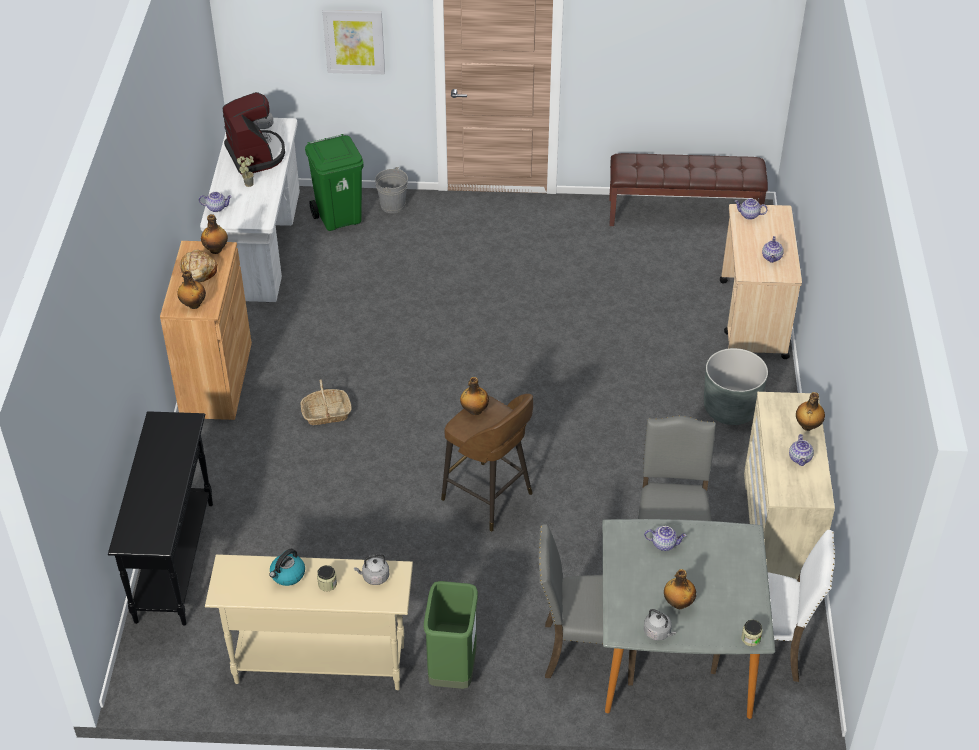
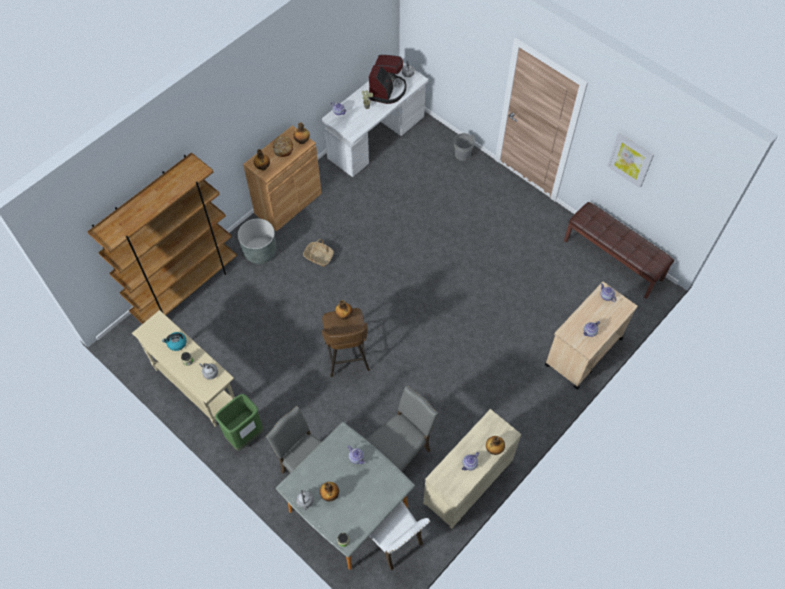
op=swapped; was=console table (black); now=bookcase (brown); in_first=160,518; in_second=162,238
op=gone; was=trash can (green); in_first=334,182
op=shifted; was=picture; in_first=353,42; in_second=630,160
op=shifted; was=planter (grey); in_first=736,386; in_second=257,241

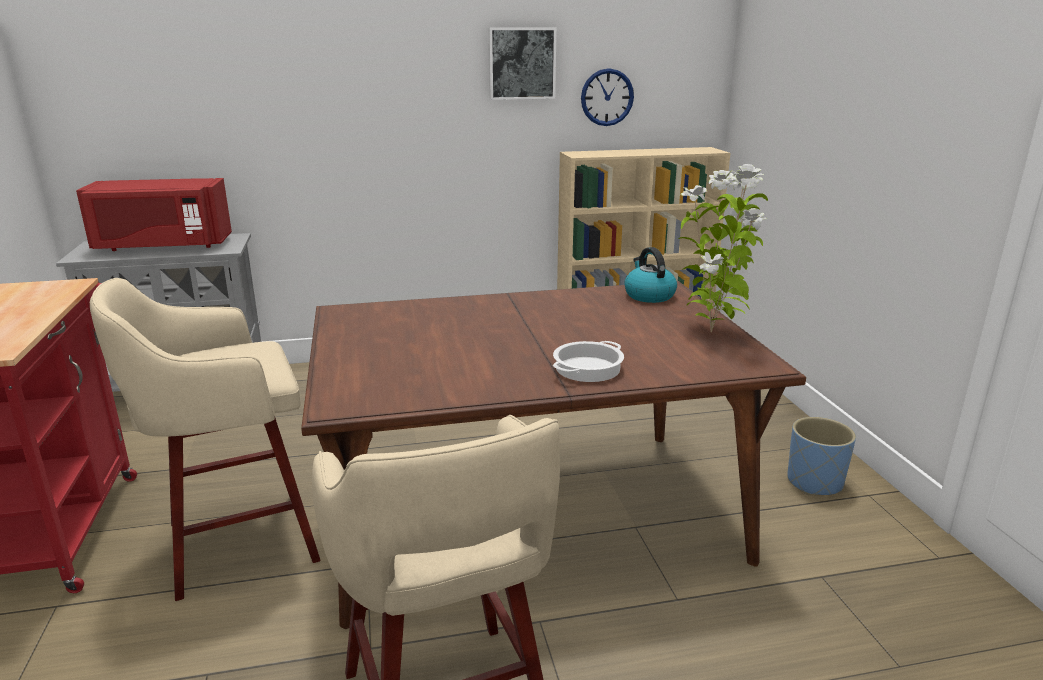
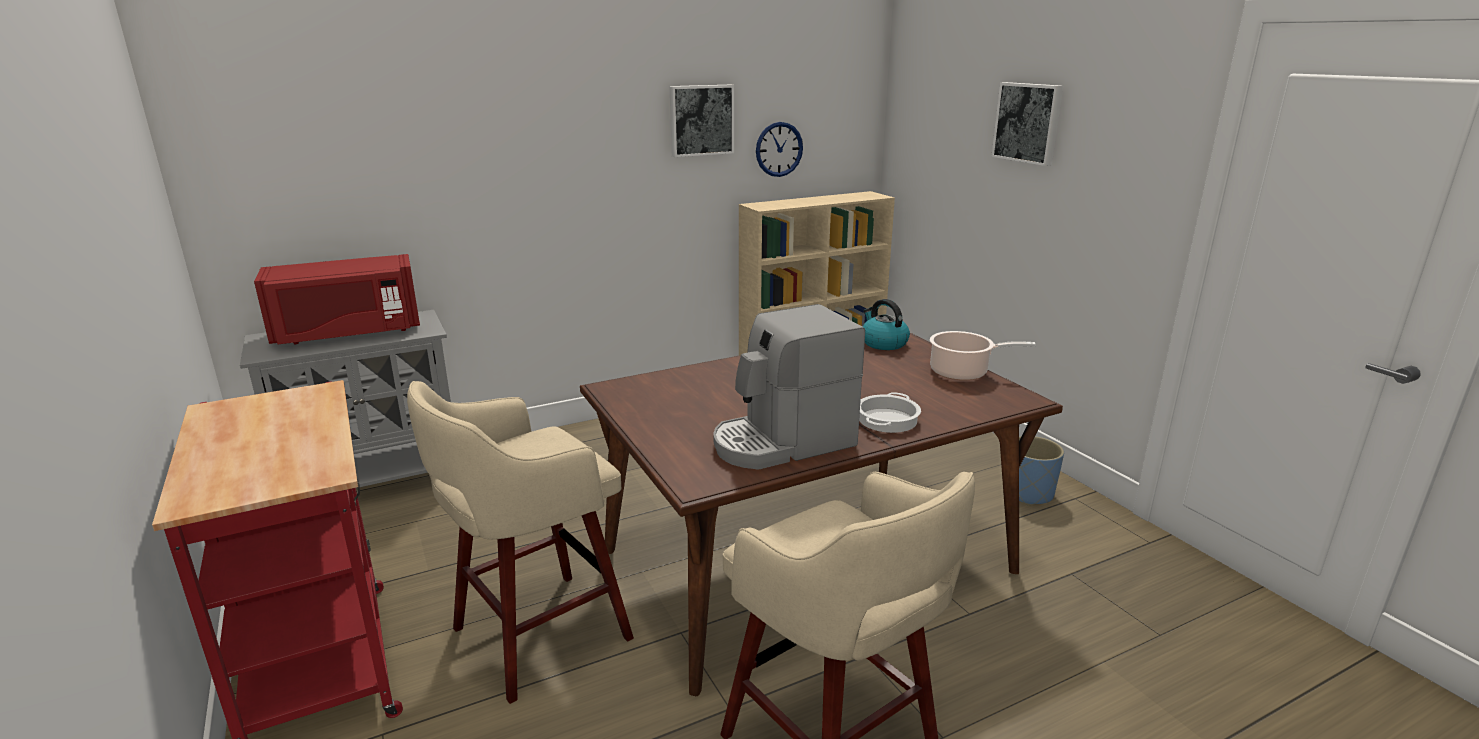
op=swapped; was=potted plant; now=cooking pot; in_first=723,248; in_second=983,356
op=new; now=coffee machine; in_second=789,387
op=new; now=picture; in_second=1027,124

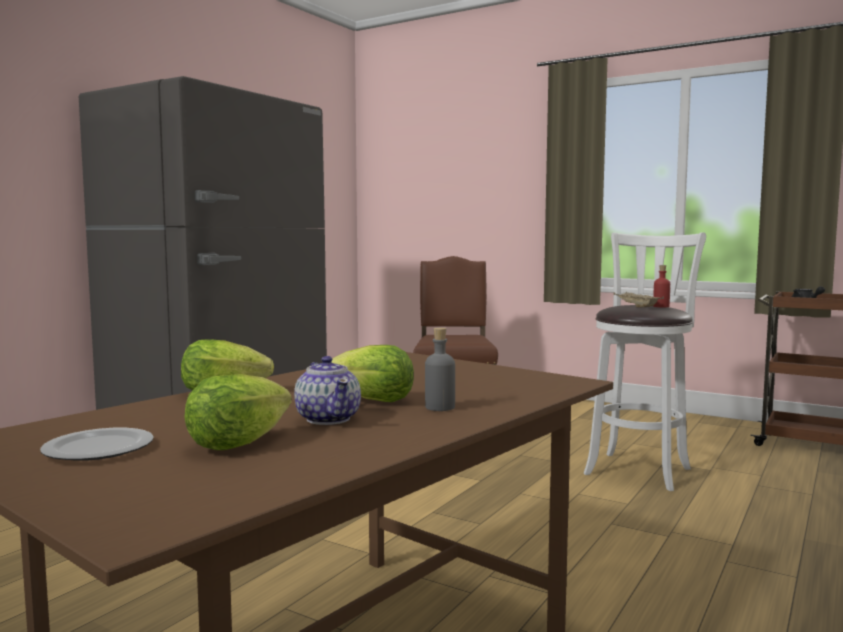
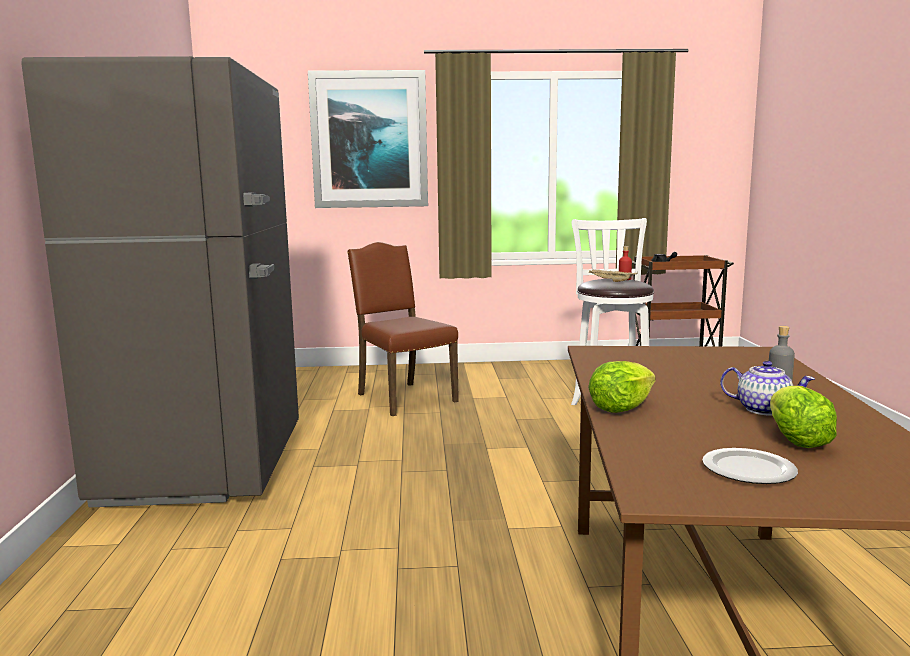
op=gone; was=lettuce; in_first=372,373
op=new; now=picture; in_second=368,139

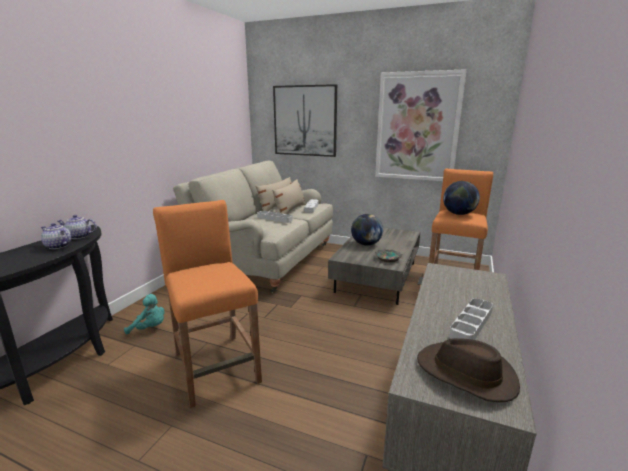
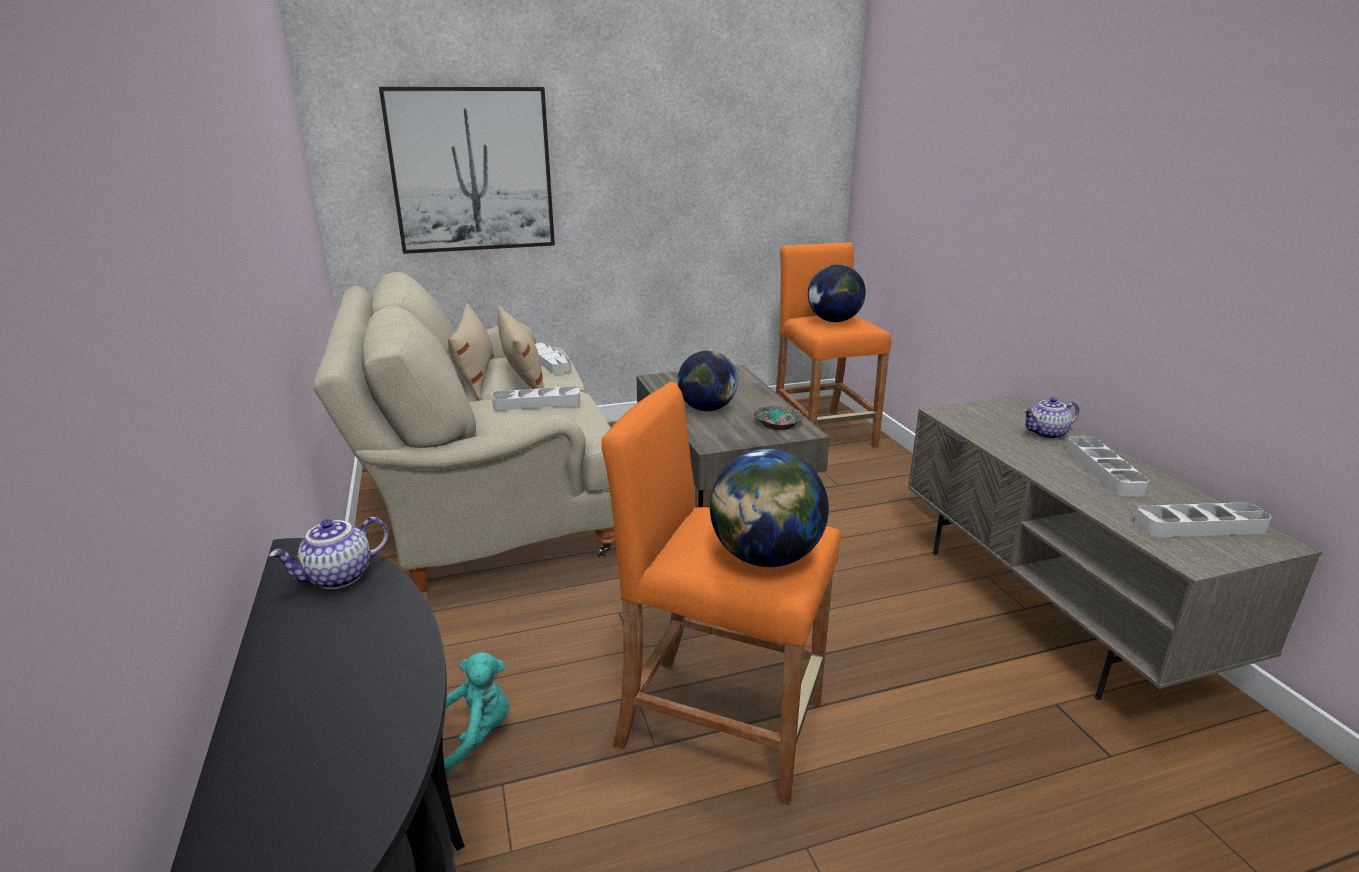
op=shifted; was=teapot; in_first=56,236; in_second=1051,418
op=gone; was=picture; in_first=421,125
op=swapped; was=hat (brown); now=tray (grey); in_first=468,370; in_second=1202,519
op=new; now=globe; in_second=769,508

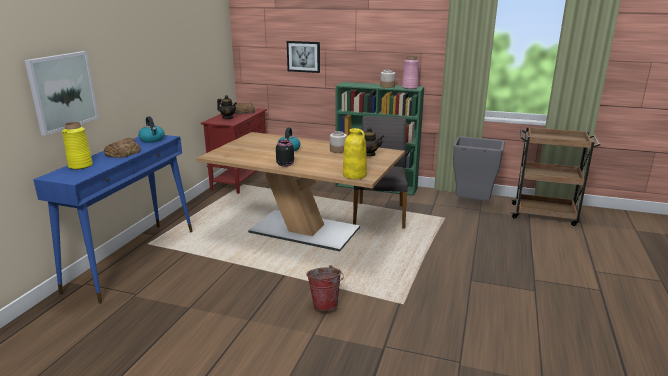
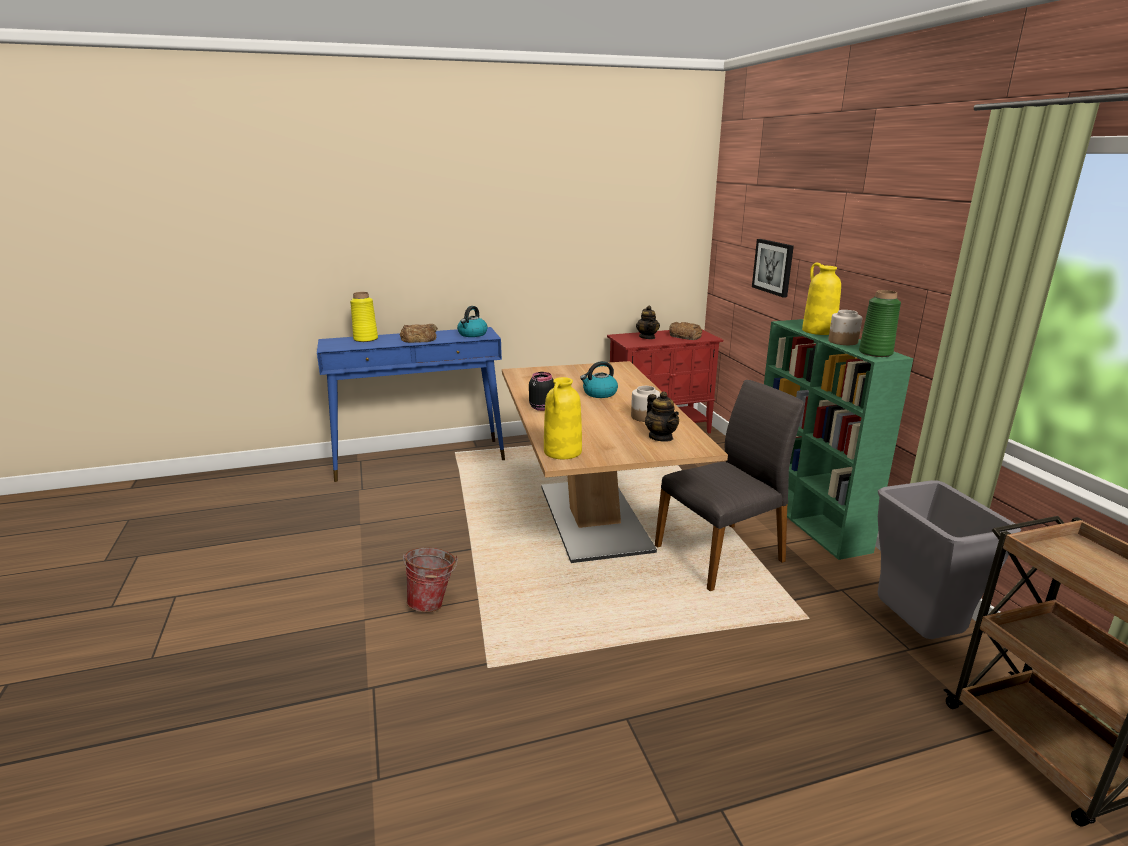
op=gone; was=picture; in_first=61,93
op=repainted; was=vase (pink); now=vase (green); in_first=410,72; in_second=880,323
op=new; now=vase (yellow); in_second=821,299

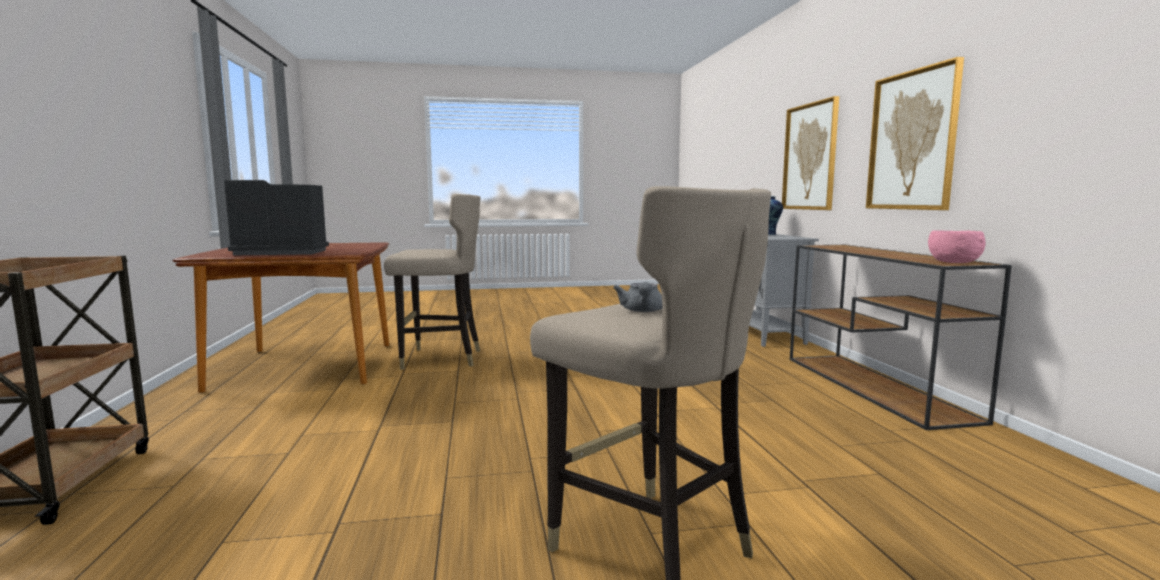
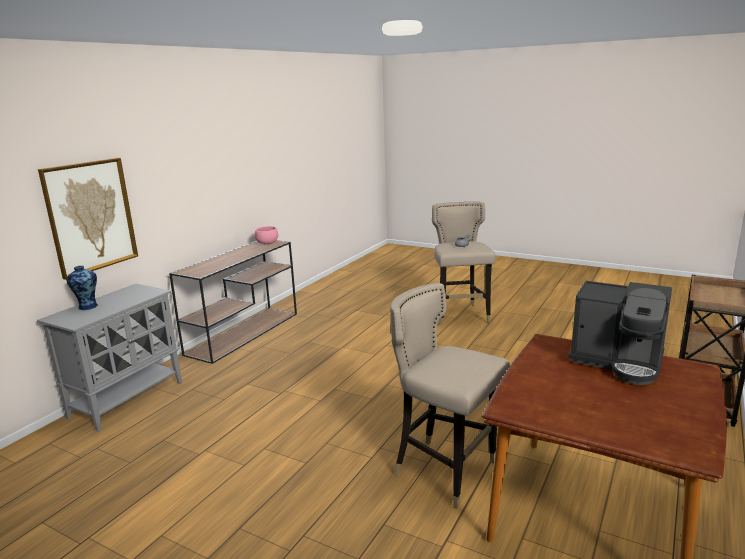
op=gone; was=picture; in_first=915,133

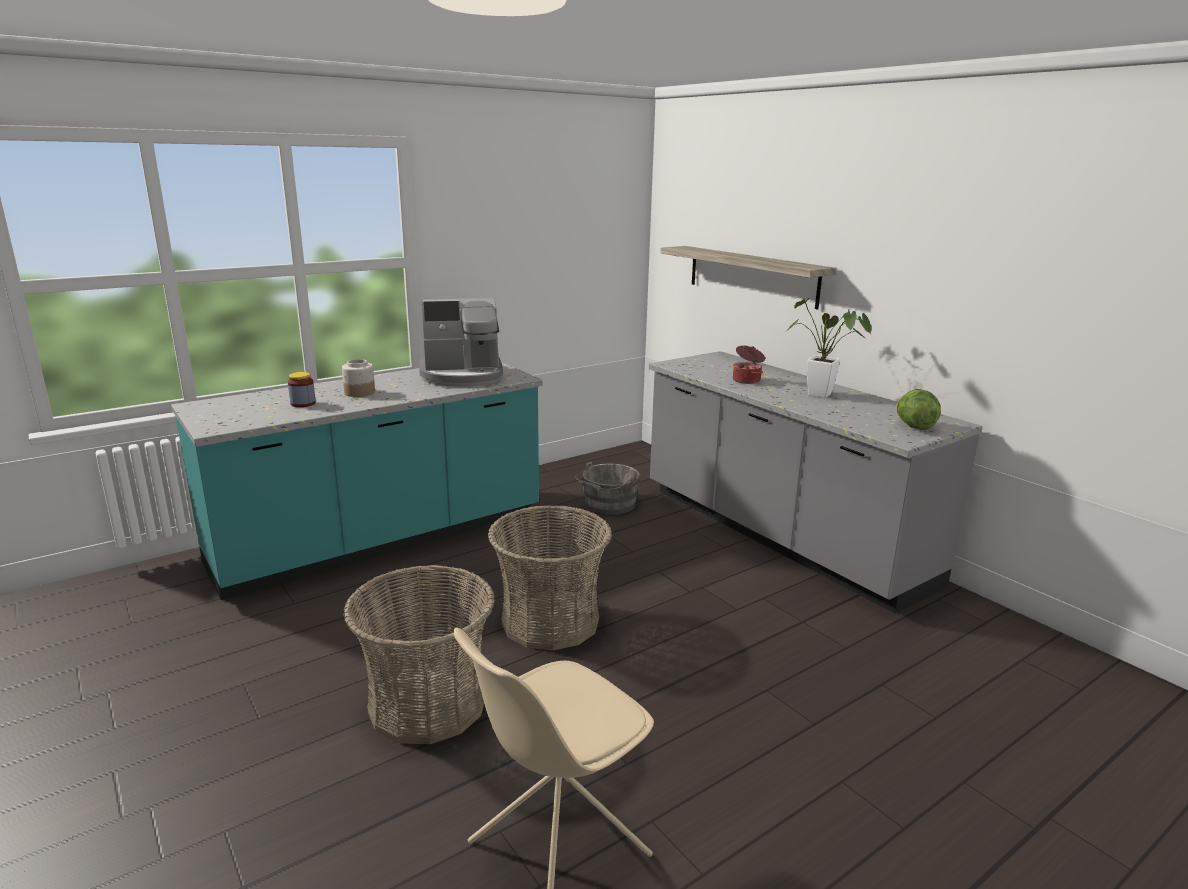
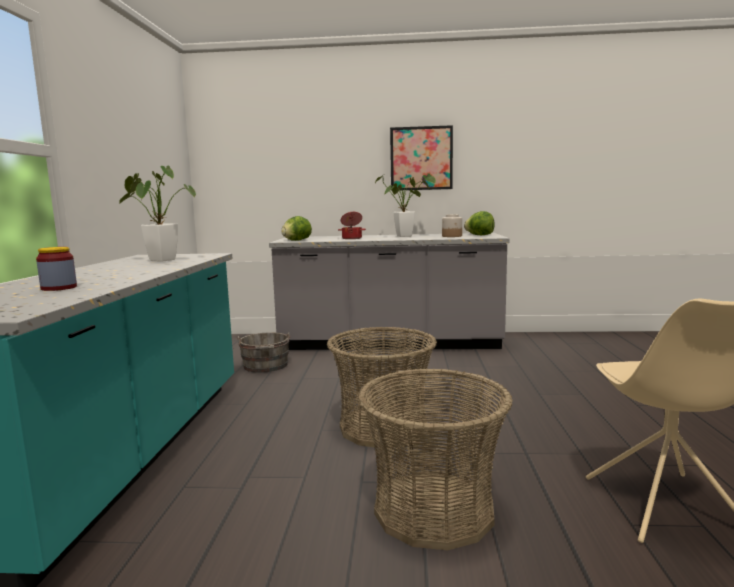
op=shifted; was=jar; in_first=358,378; in_second=452,225
op=swapped; was=coffee machine; now=potted plant; in_first=461,342; in_second=157,213
op=gone; was=shelf; in_first=749,278
op=new; now=lettuce; in_second=296,228
op=new; now=picture; in_second=421,158

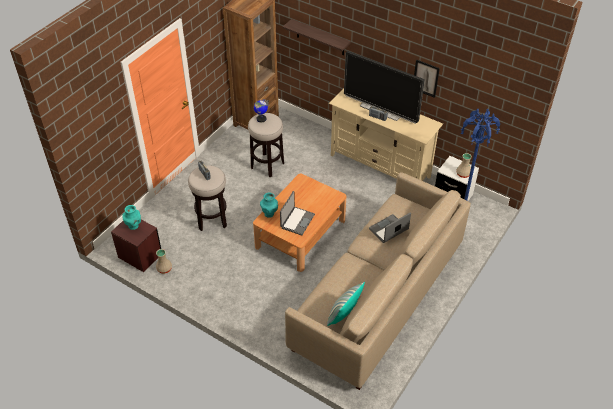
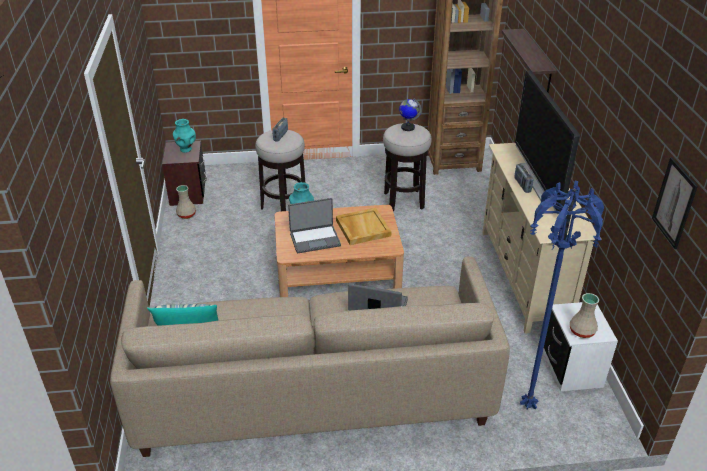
op=shifted; was=picture; in_first=427,78; in_second=675,203
op=new; now=tray (beige); in_second=363,226

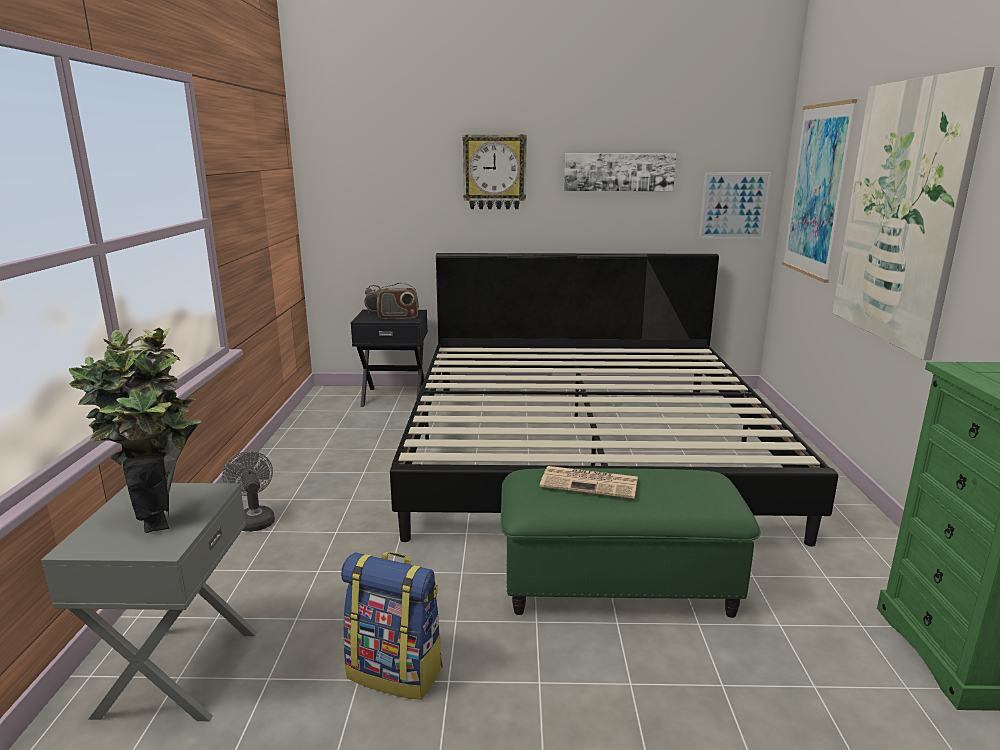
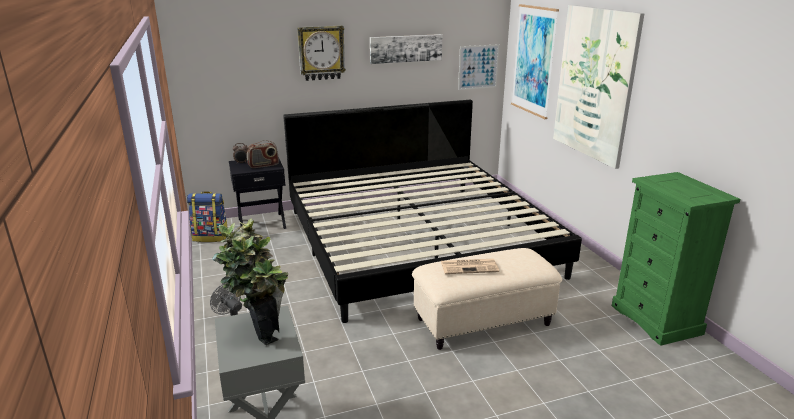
op=shifted; was=backpack; in_first=392,626; in_second=207,217
op=repainted; was=ottoman (green); now=ottoman (beige); in_first=631,543; in_second=487,299

